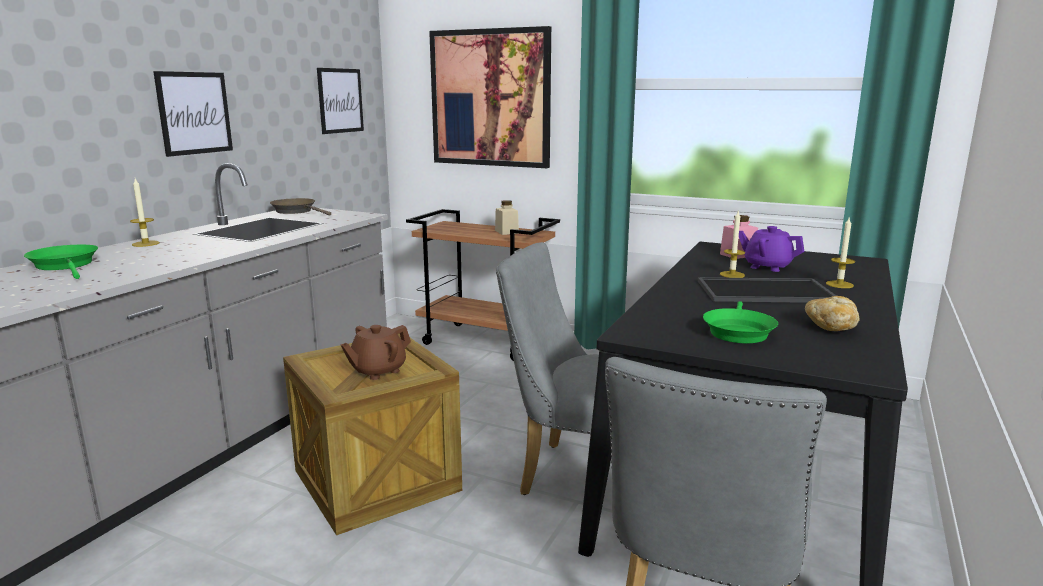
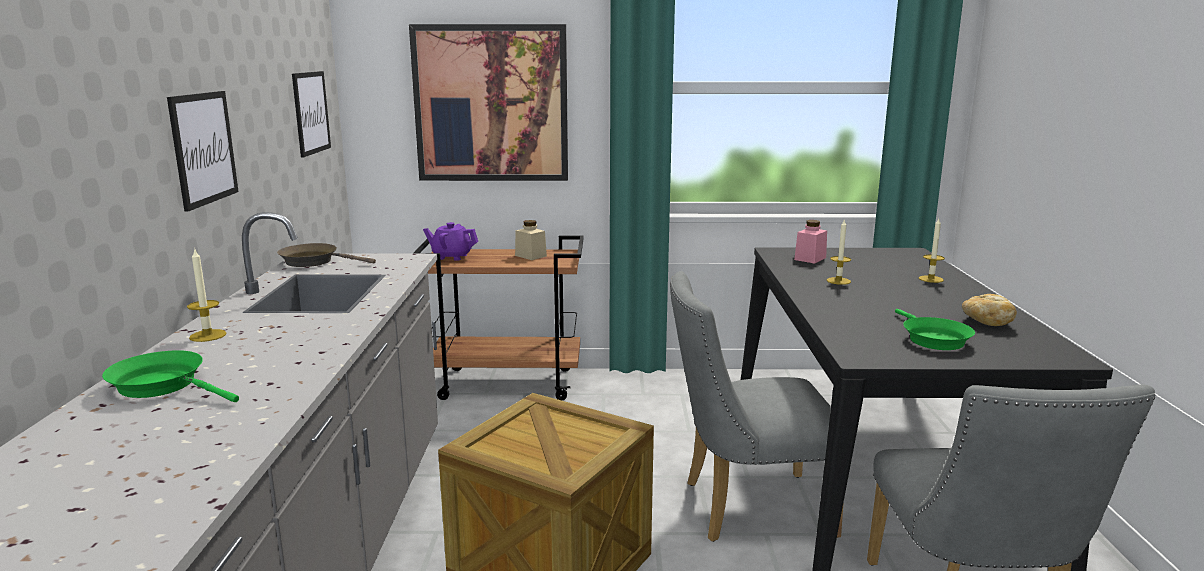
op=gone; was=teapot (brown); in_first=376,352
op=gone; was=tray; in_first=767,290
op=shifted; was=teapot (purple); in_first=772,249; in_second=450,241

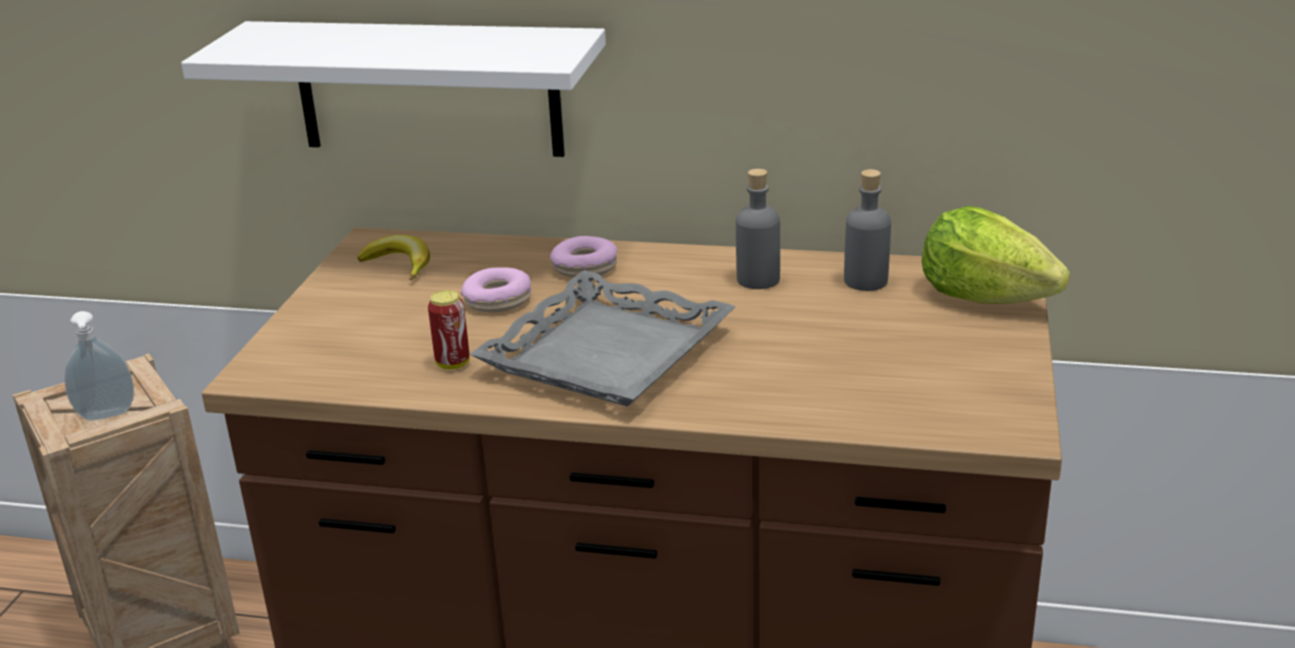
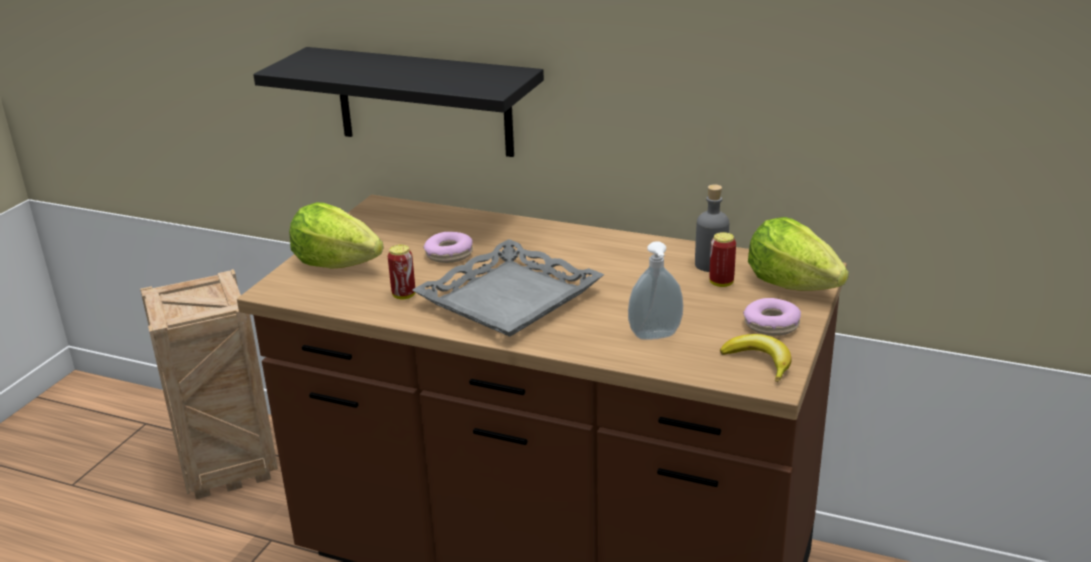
op=shifted; was=soap dispenser; in_first=99,366; in_second=655,290
op=repainted; was=shelf (white); now=shelf (black); in_first=393,89; in_second=398,102
op=shifted; was=banana; in_first=393,258; in_second=755,358
op=shifted; was=donut; in_first=583,257; in_second=772,317
op=gone; was=bottle (grey); in_first=758,229
op=new; now=lettuce; in_second=336,235
op=new; now=can; in_second=722,259

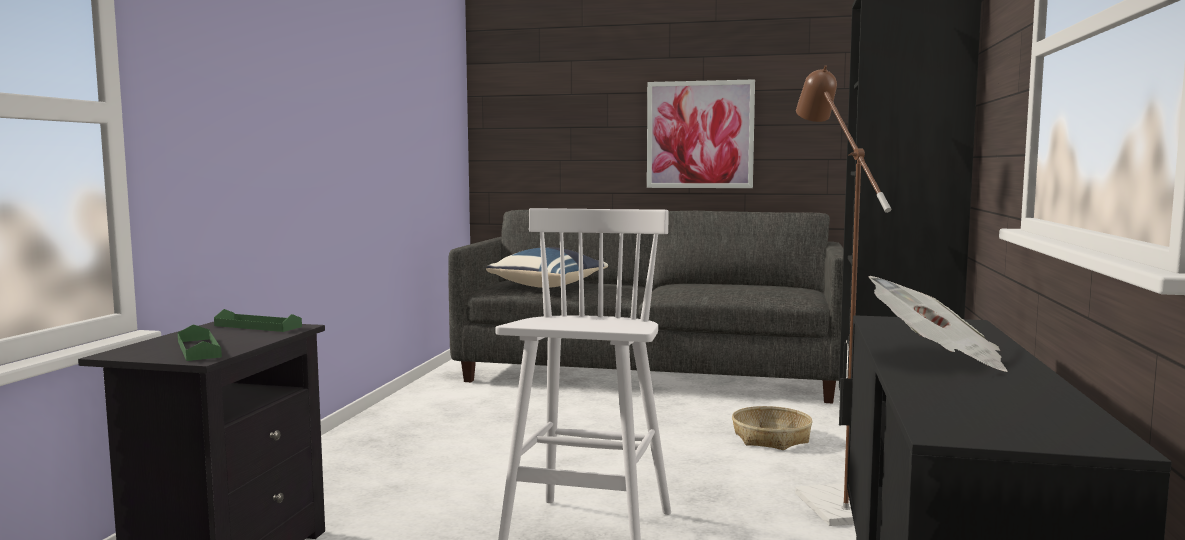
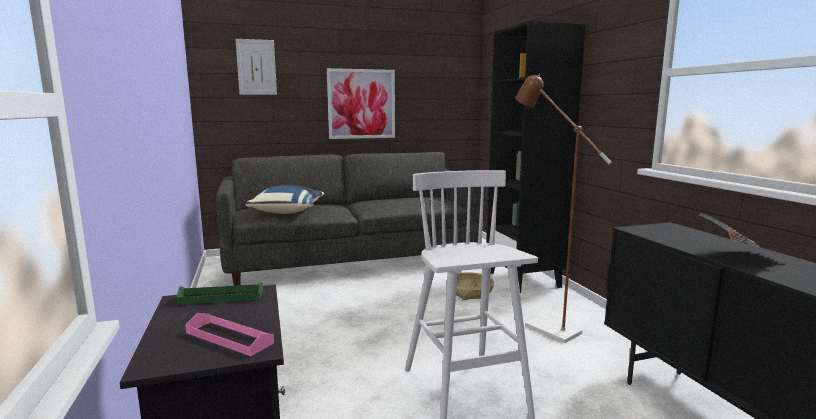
op=repainted; was=tray (green); now=tray (pink); in_first=200,342; in_second=229,334
op=new; now=picture; in_second=256,67

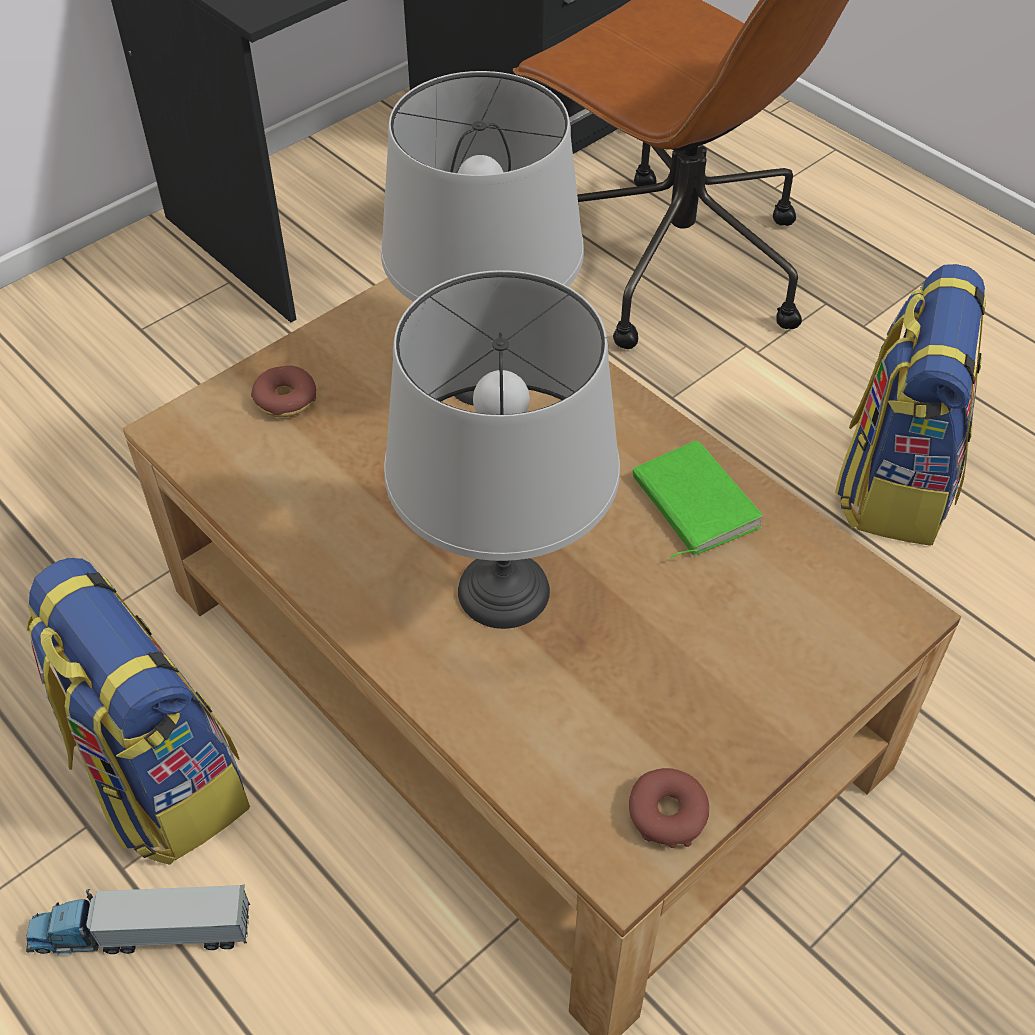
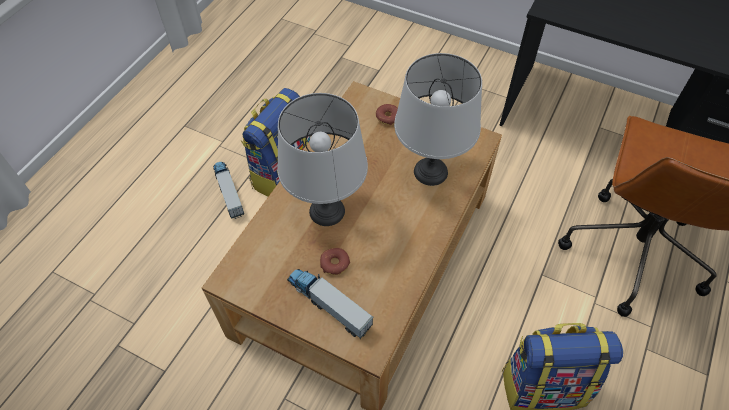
op=shifted; was=donut; in_first=669,808; in_second=335,261
op=gone; was=book (green); in_first=698,499
op=new; now=toy truck; in_second=330,304

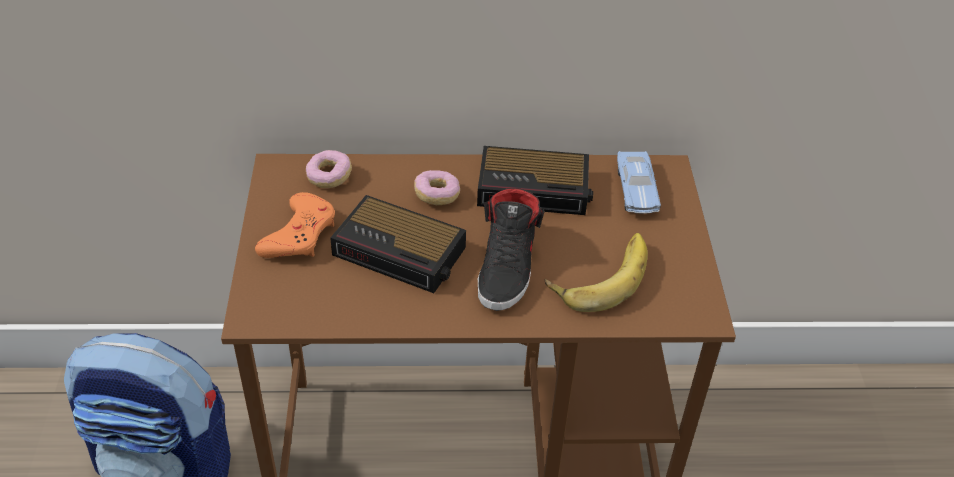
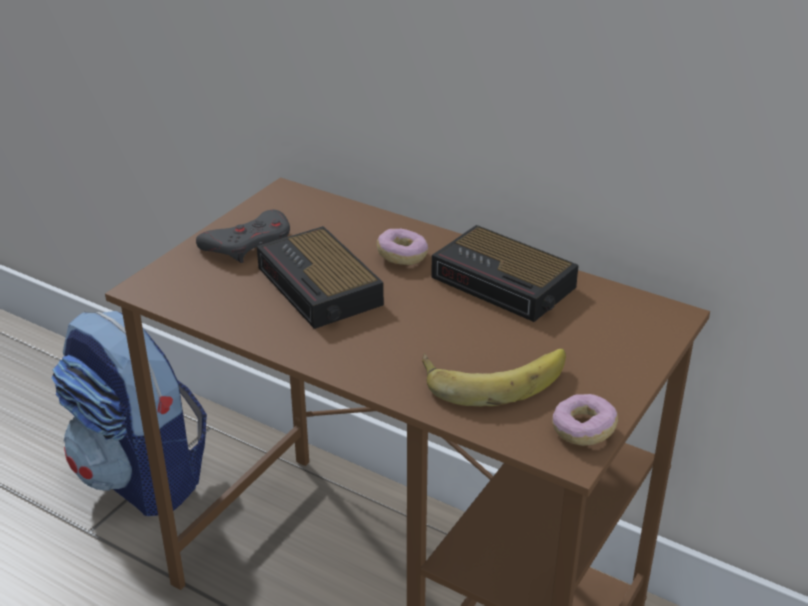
op=repainted; was=game controller (orange); now=game controller (grey); in_first=295,225; in_second=243,236
op=shifted; was=donut; in_first=329,169; in_second=585,420
op=gone; was=shoe (black); in_first=511,249
op=gone; was=toy car (blue); in_first=639,182

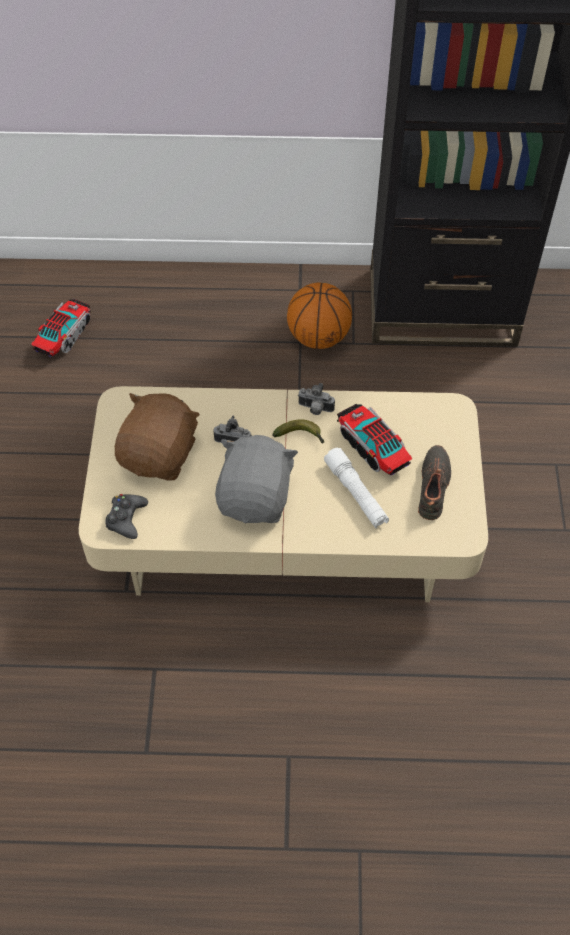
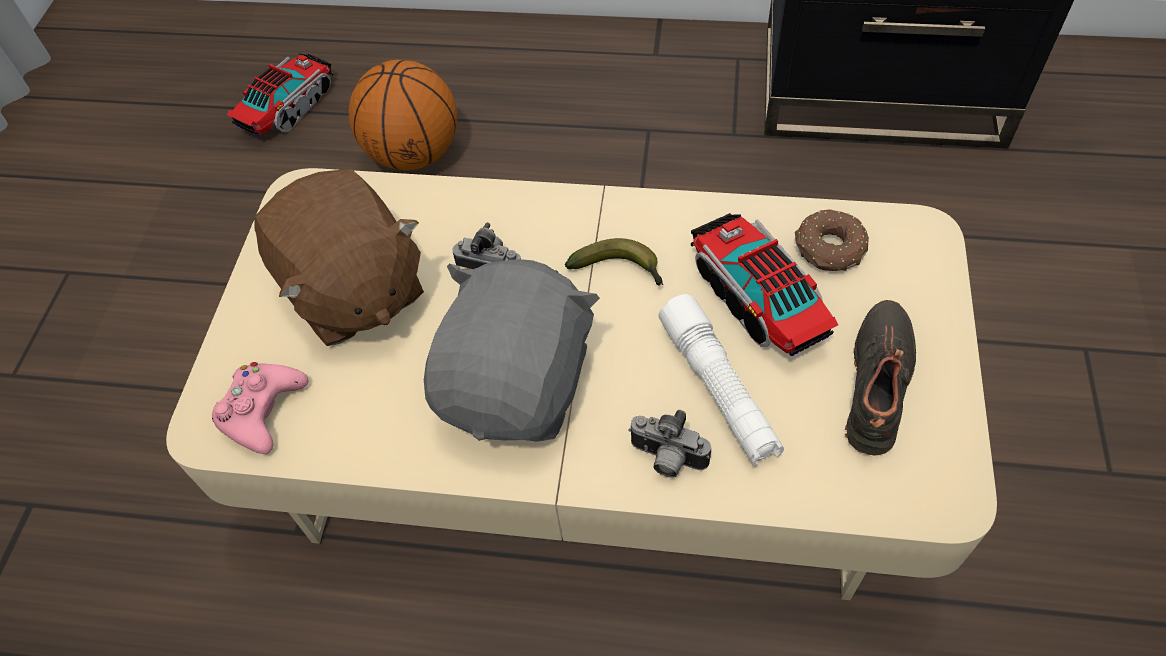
op=repainted; was=game controller (black); now=game controller (pink); in_first=126,516; in_second=260,408
op=rotated; was=plush toy (brown); in_first=157,436; in_second=339,257; clockwise=120
op=shifted; was=basketball; in_first=319,316; in_second=403,115
op=shifted; was=photo camera; in_first=316,399; in_second=669,444
op=new; now=donut; in_second=832,240

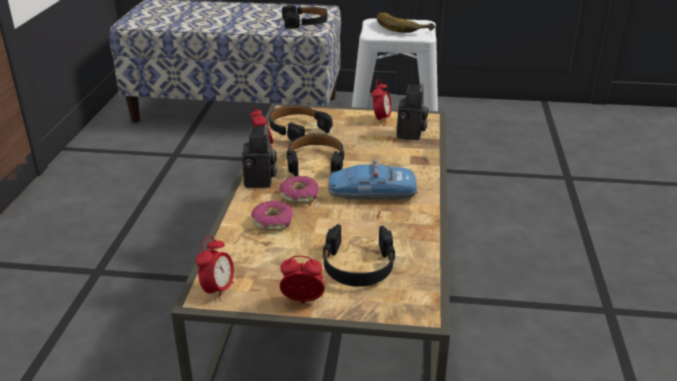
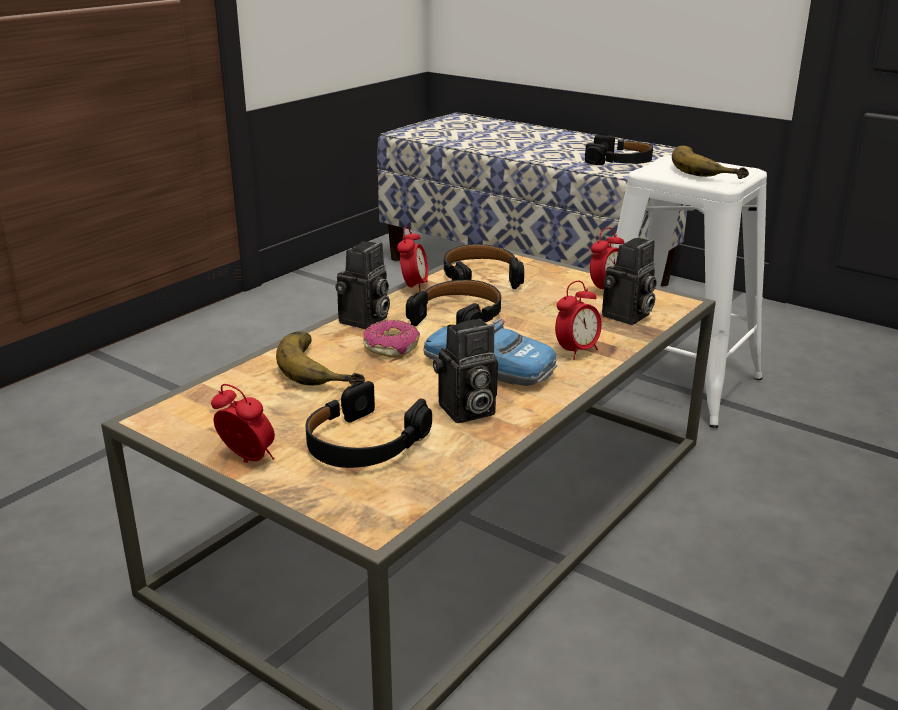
op=shifted; was=alarm clock; in_first=215,268; in_second=578,320
op=swapped; was=donut; now=banana; in_first=272,215; in_second=320,358
op=new; now=photo camera; in_second=465,371

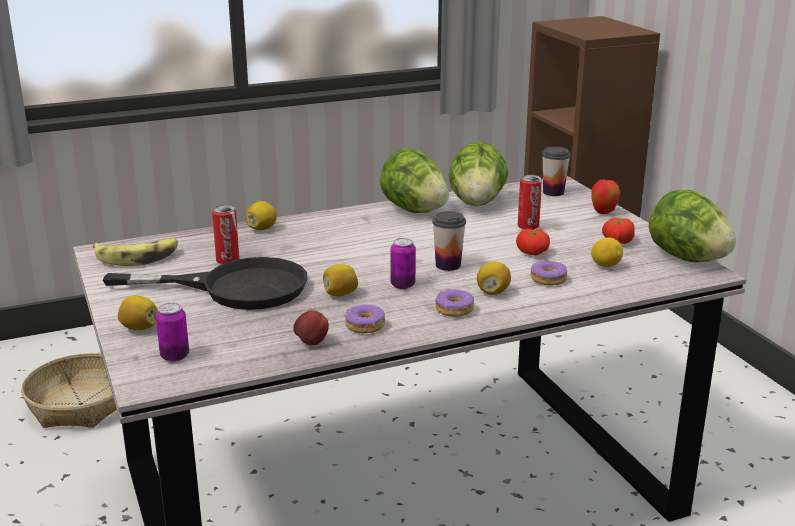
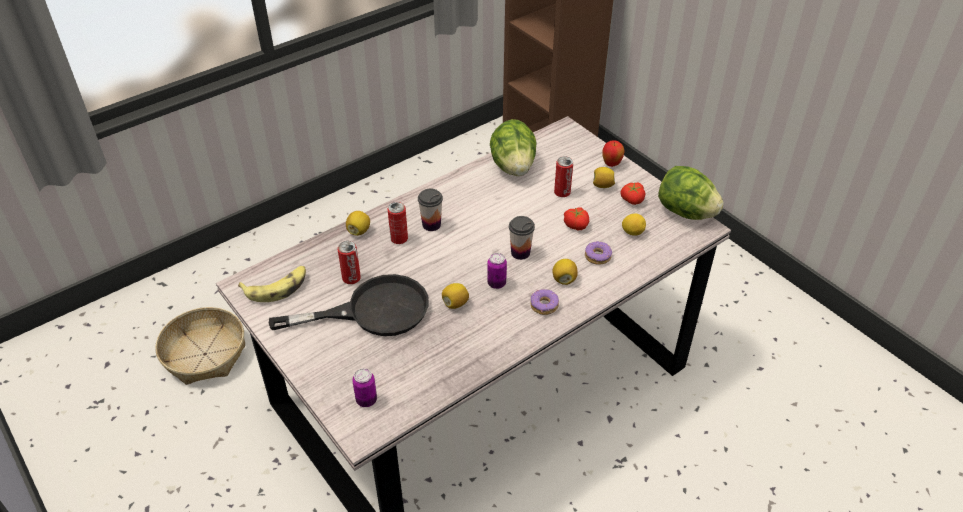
op=shifted; was=lemon; in_first=138,313; in_second=604,177
op=gone; was=apple; in_first=311,327
op=gone; was=donut; in_first=365,318
op=gone; was=lettuce; in_first=414,181
op=shifted; was=cup; in_first=556,171; in_second=430,210
op=new; now=can; in_second=398,223

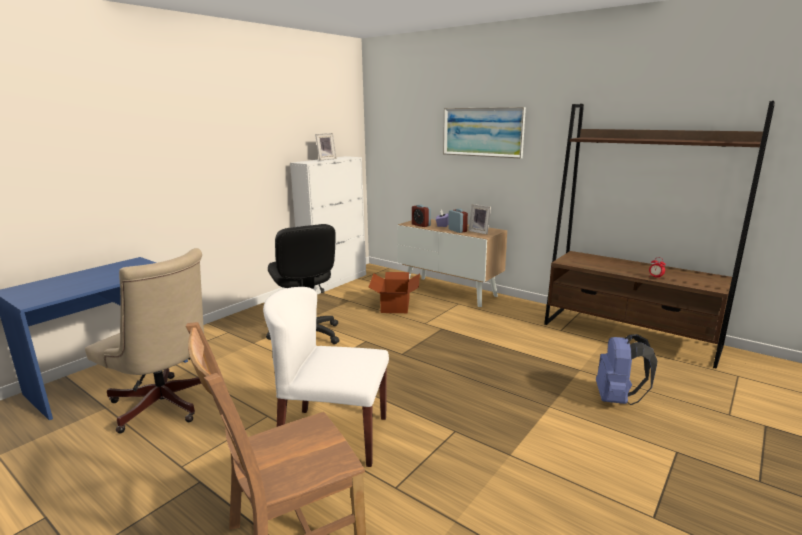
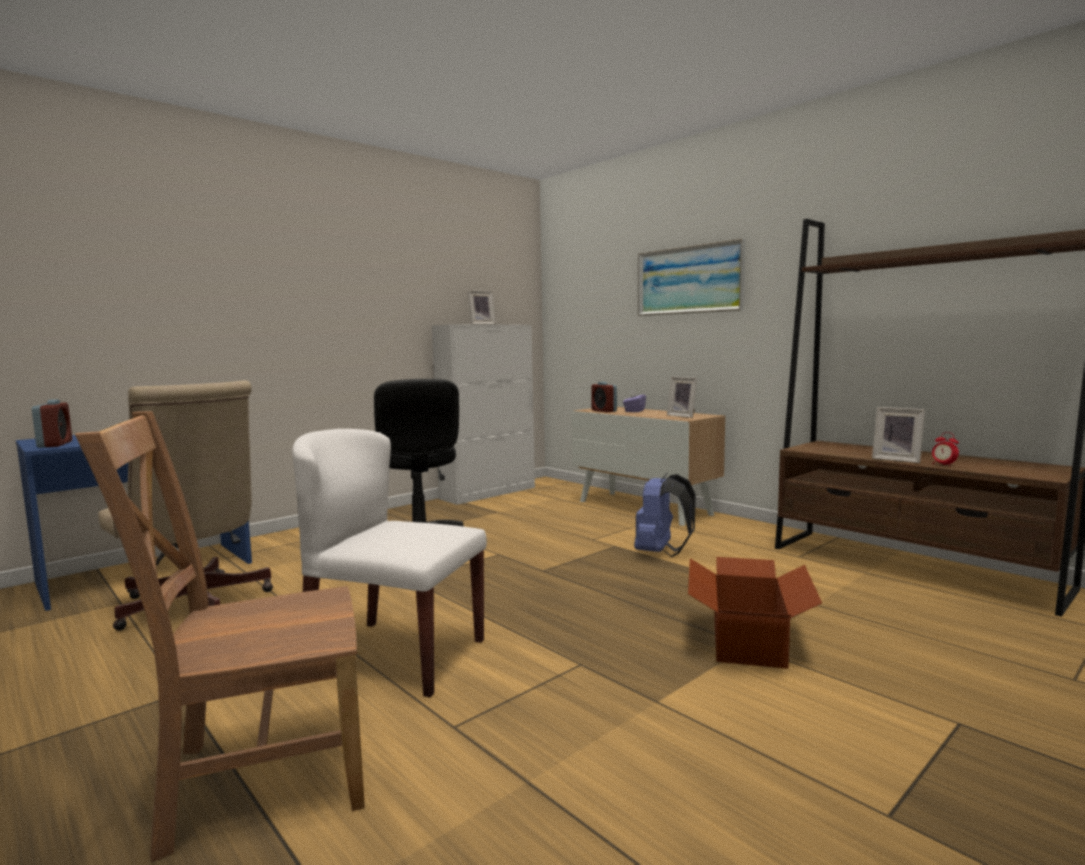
op=shifted; was=cardboard box; in_first=394,292; in_second=755,613
op=shifted; was=alarm clock; in_first=458,221; in_second=52,423
op=shifted; was=backpack (blue); in_first=626,369; in_second=665,514
op=new; now=picture frame; in_second=898,435

